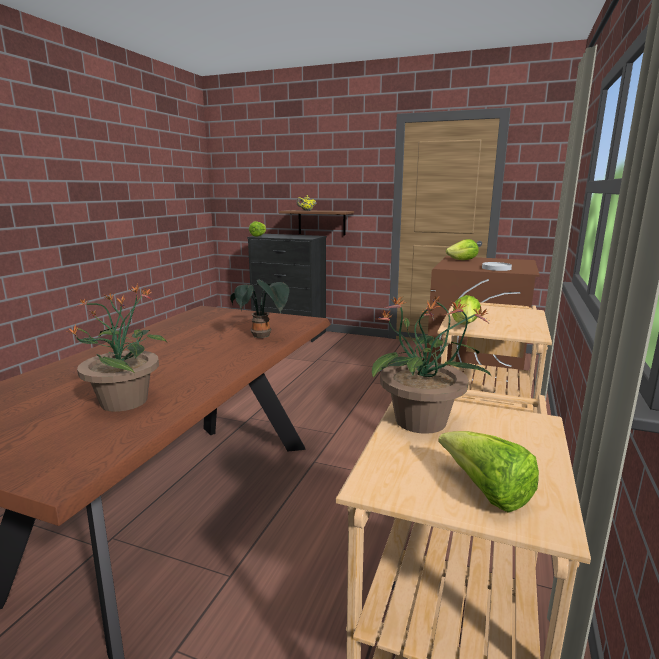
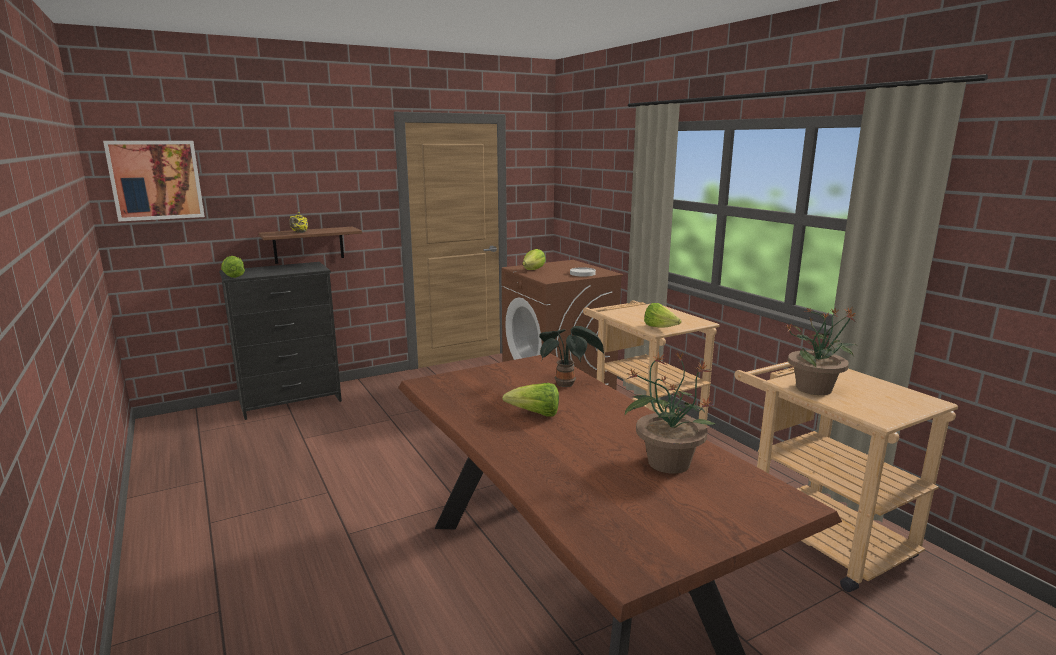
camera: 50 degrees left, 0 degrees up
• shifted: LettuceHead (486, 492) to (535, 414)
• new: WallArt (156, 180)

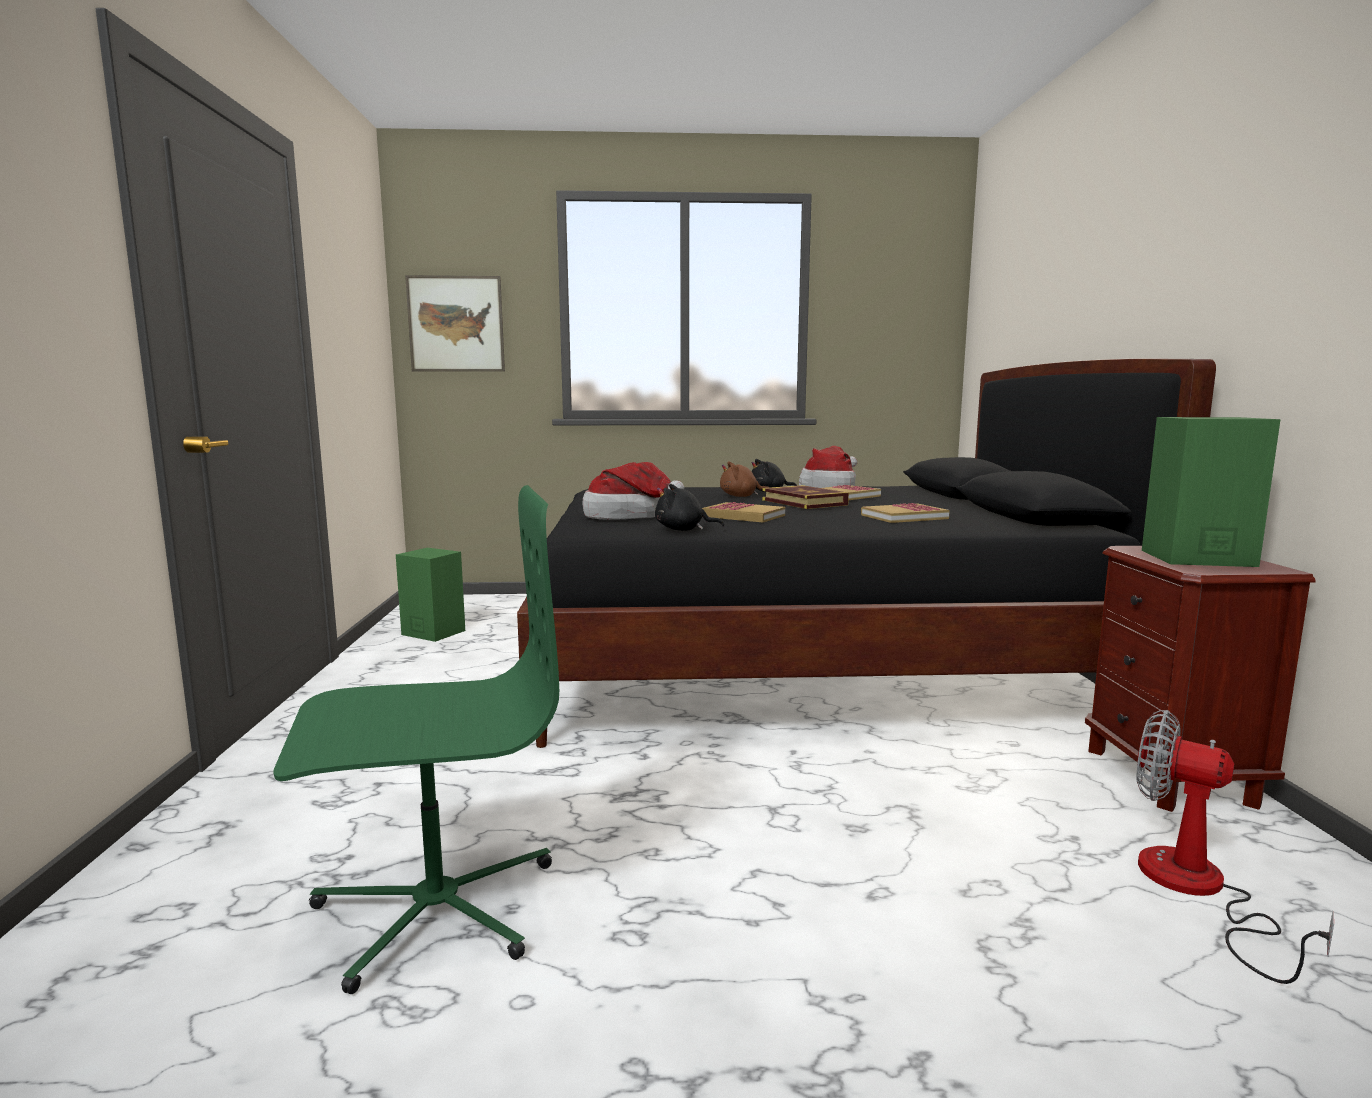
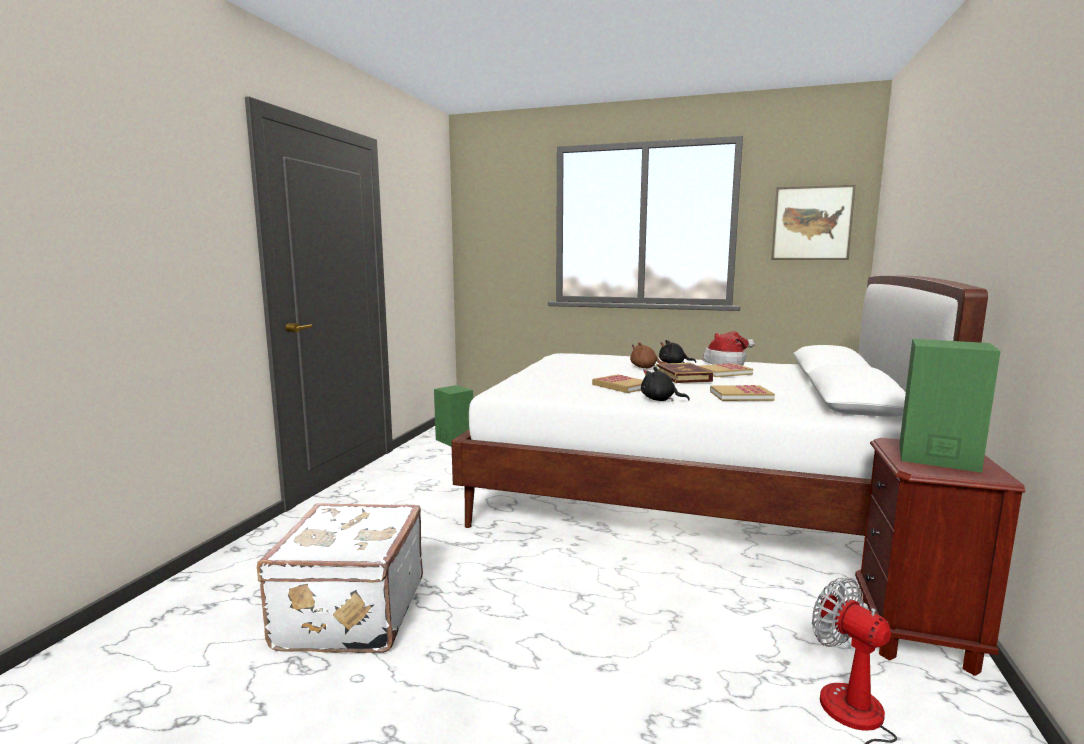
camera: 20 degrees right, 0 degrees up
• shifted: WallArt (456, 324) to (812, 223)
• repainted: BlackishBedroomBed (807, 666) to WhitishBedroomBed (683, 496)
• gone: WearableHat (629, 515)
• shifted: BlackishSoftToy (683, 530) to (660, 400)
• swapped: GreenishOfficeChair (435, 906) to WhitishSuitcase (349, 613)

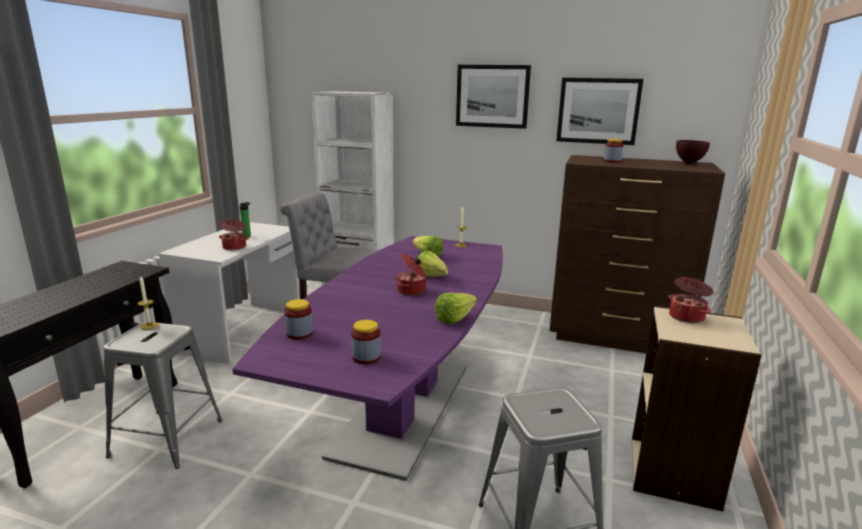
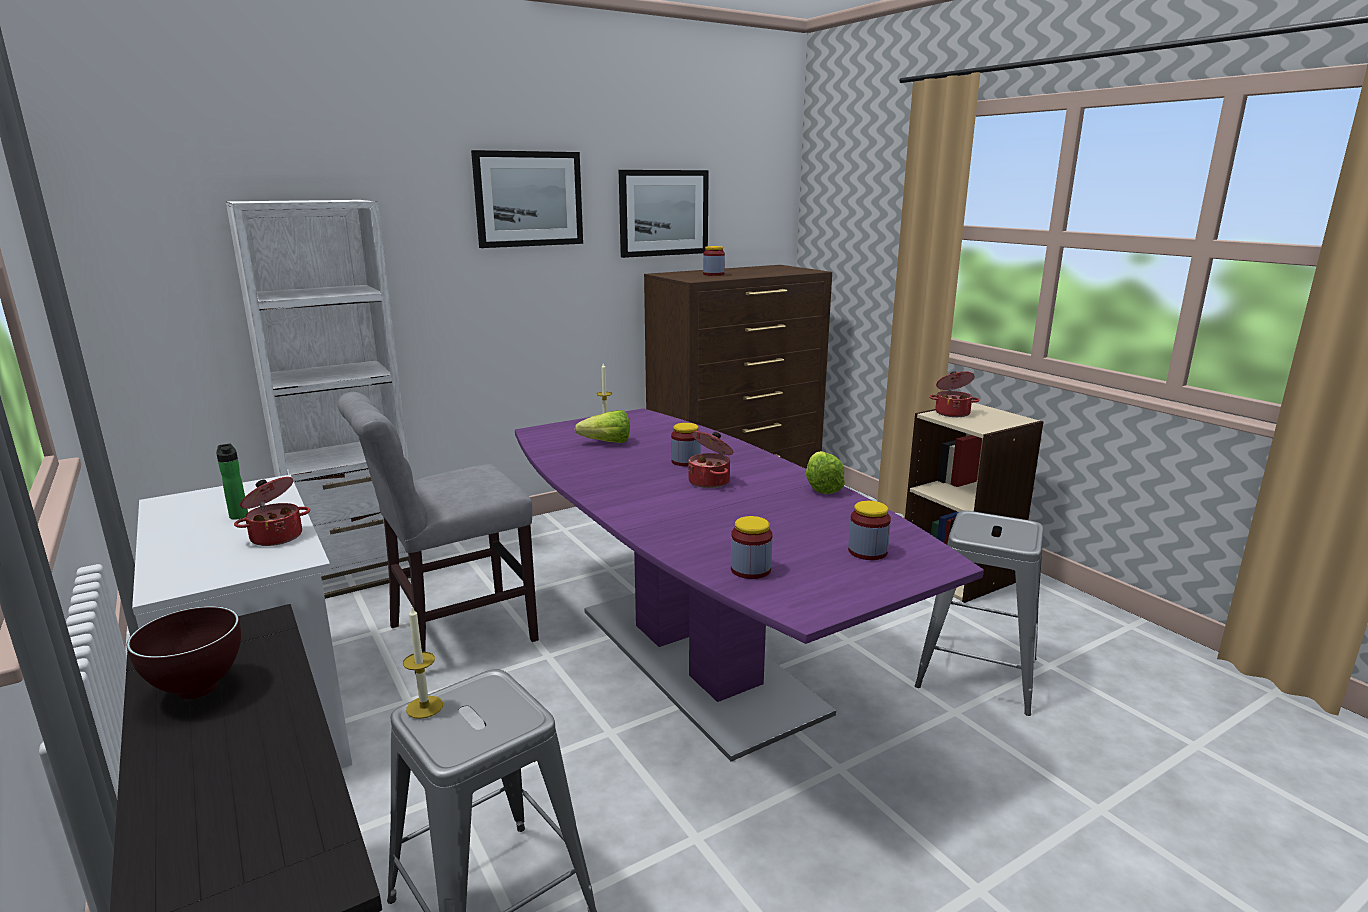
camera: 50 degrees left, 0 degrees up
• shifted: BrownishServingBowl (690, 164) to (200, 690)
• swapped: LettuceHead (433, 277) to PreserveJar (685, 461)

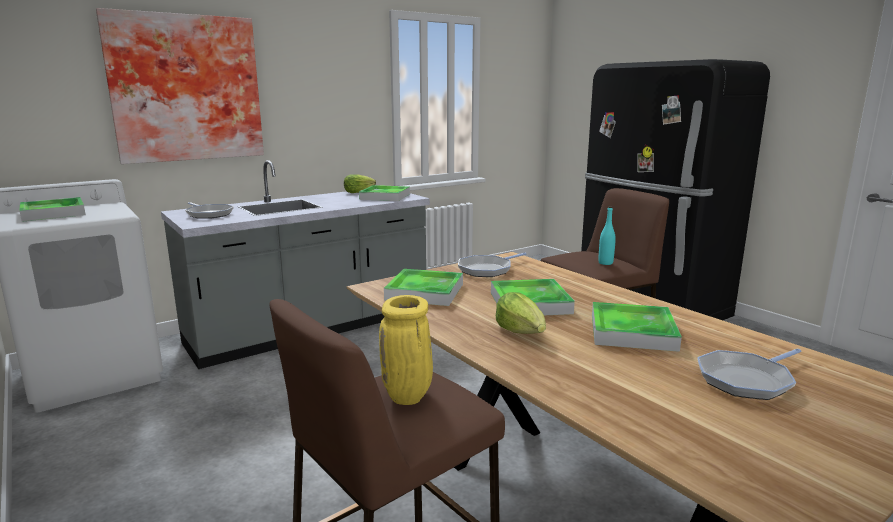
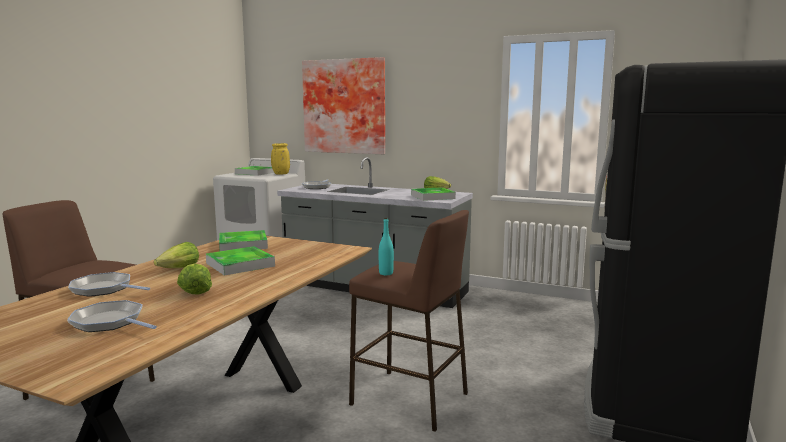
camera: 60 degrees right, 5 degrees down
• shifted: Pan (487, 269) to (104, 289)
• shifted: YellowColouredVase (408, 397) to (280, 174)
• swapped: Tray (632, 332) to LettuceHead (194, 291)

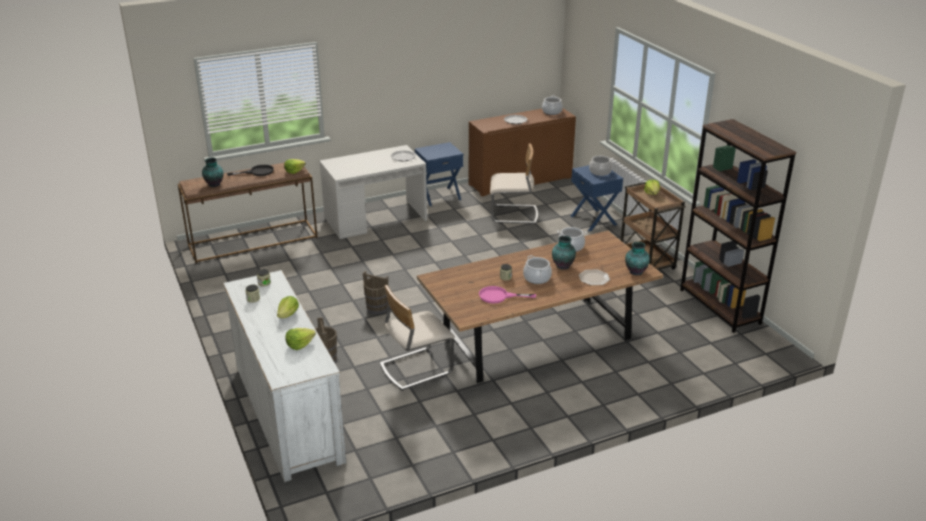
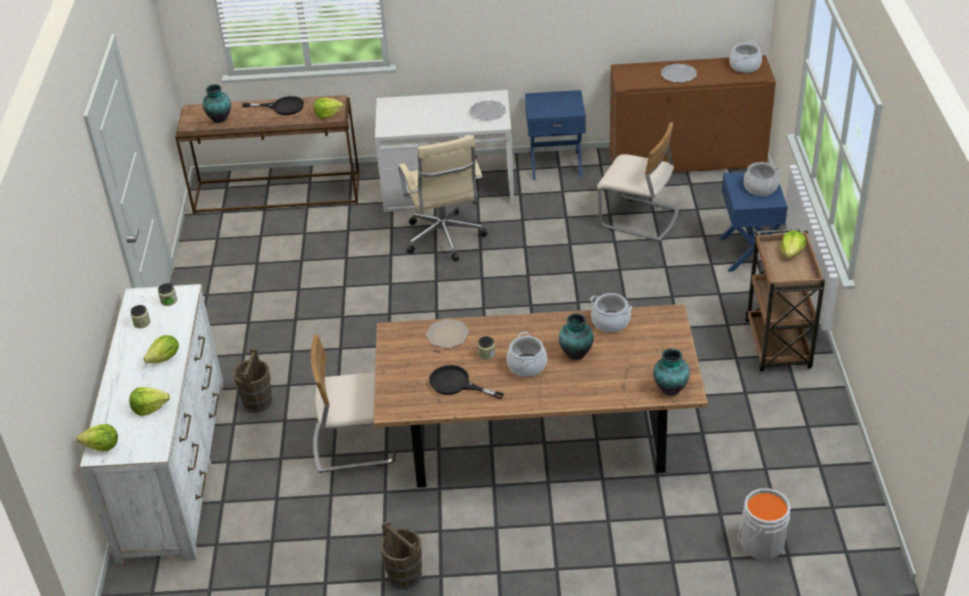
camera: 25 degrees right, 10 degrees up
• gone: BrownishBookshelf (720, 306)
• shifted: Plate (593, 278) to (447, 334)
• shifted: BrownishWaterBucket (377, 308) to (405, 575)
• repainted: PinkPan (499, 296) to BlackishPan (456, 384)
• new: BeigeOfficeChair (445, 240)
• new: LettuceHead (101, 446)
• new: GreyWaterBucket (759, 542)

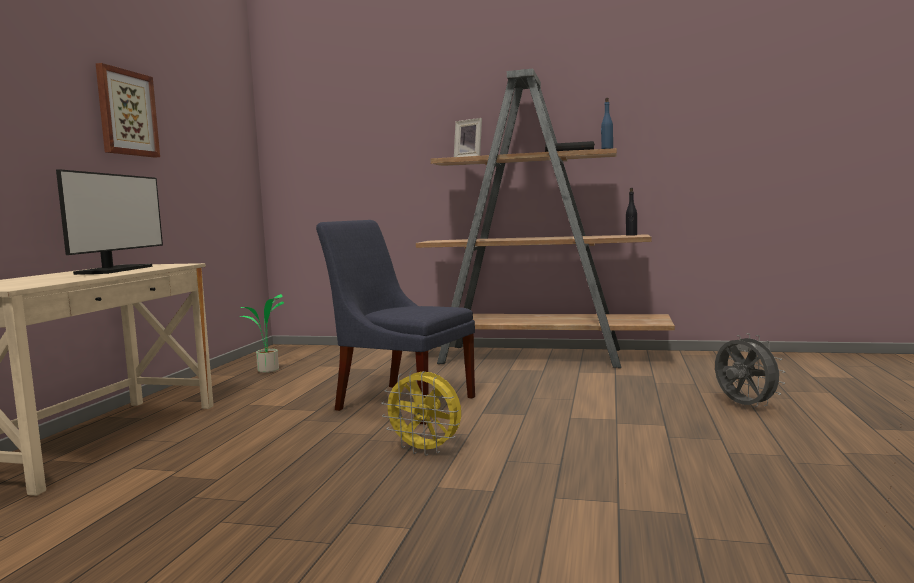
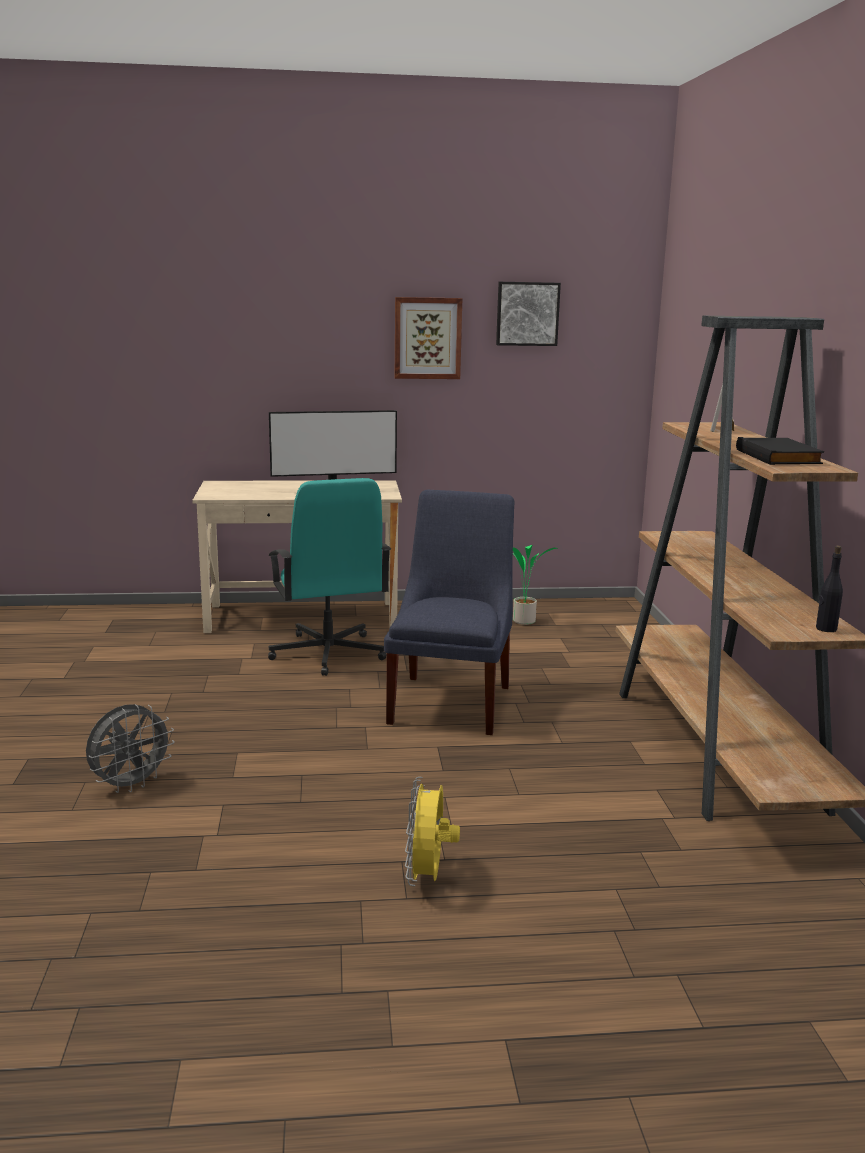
camera: 70 degrees right, 10 degrees up
• gone: BlueColouredBottle (607, 148)
• shifted: GreyCoolingFan (744, 406) to (131, 785)
• shifted: YellowColouredCoolingFan (426, 450) to (428, 877)
• new: WallArt (527, 313)
• new: TurquoiseOfficeChair (328, 654)

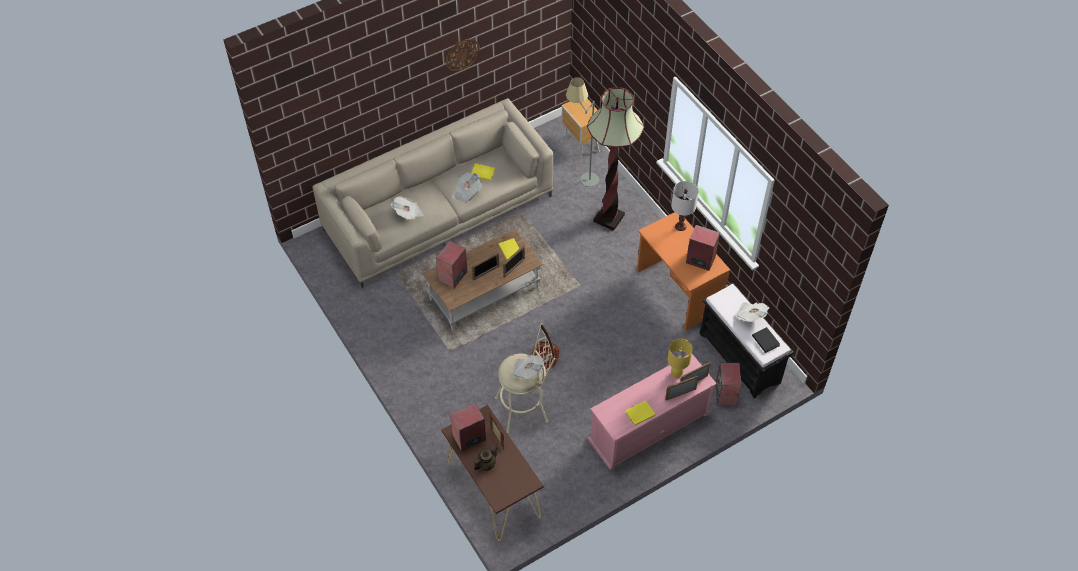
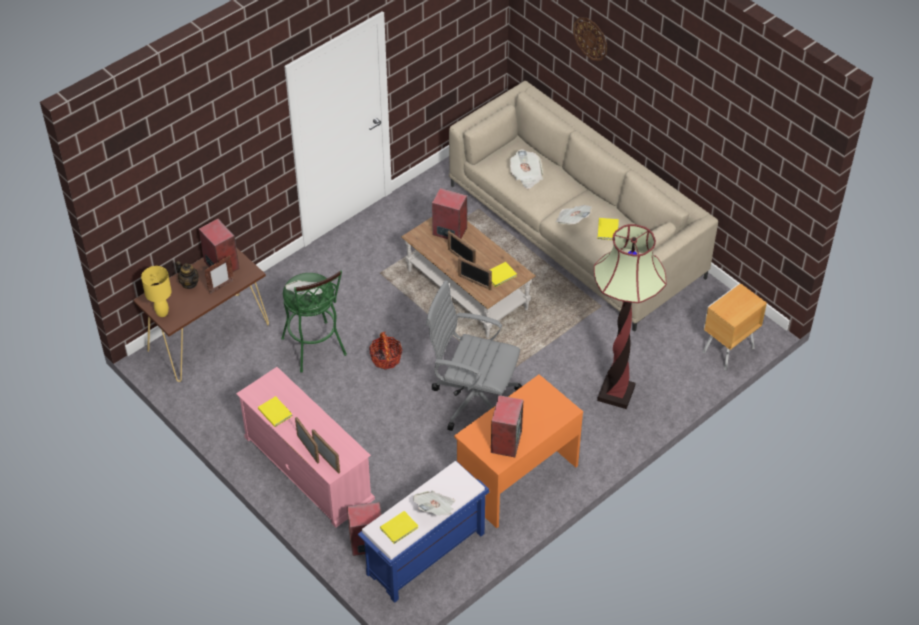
camera: 80 degrees right, 5 degrees down
• shifted: WallClock (462, 54) to (590, 38)
• gone: GreyStandardLamp (581, 178)
• gone: WhitishTableLamp (680, 226)
• repainted: BlackishIndoorBench (740, 358) to BlueColouredIndoorBench (425, 555)
• repainted: BeigeStoolSeat (526, 408) to GreenishStoolSeat (316, 350)
• repainted: BlackishBoundBook (765, 340) to YellowColouredBoundBook (400, 528)
• shifted: YellowColouredTableLamp (676, 373) to (162, 312)
• new: GreyOfficeChair (473, 398)

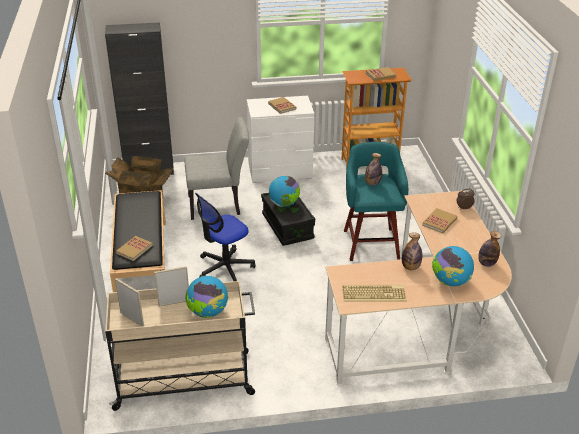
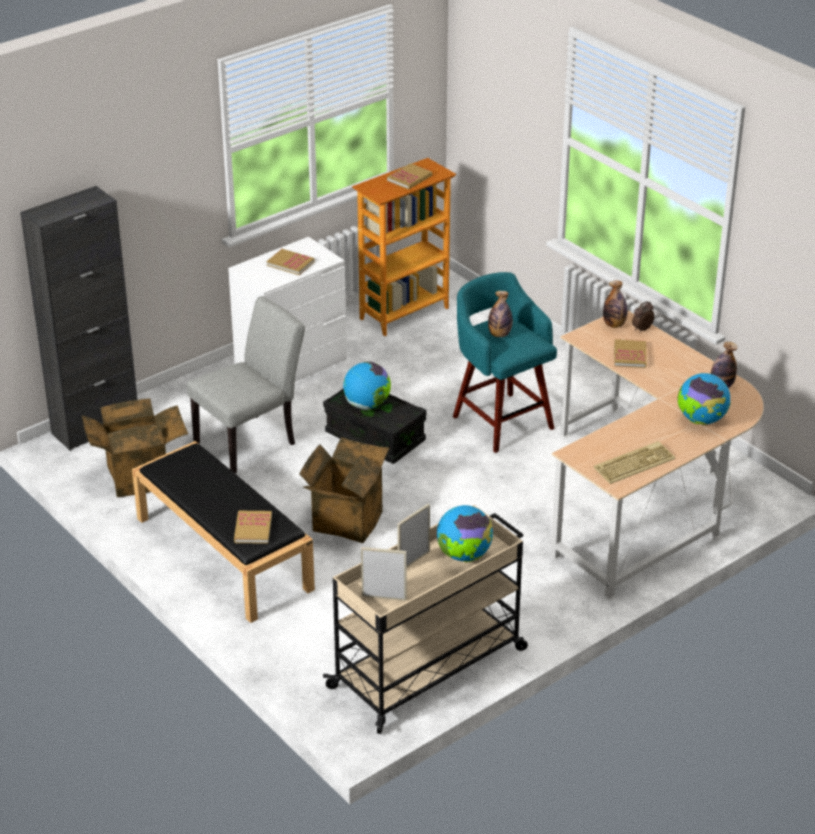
camera: 30 degrees left, 0 degrees up
• swapped: OfficeChair (225, 268) to CardboardBox (344, 519)
• shifted: Bottle (410, 267) to (614, 325)

